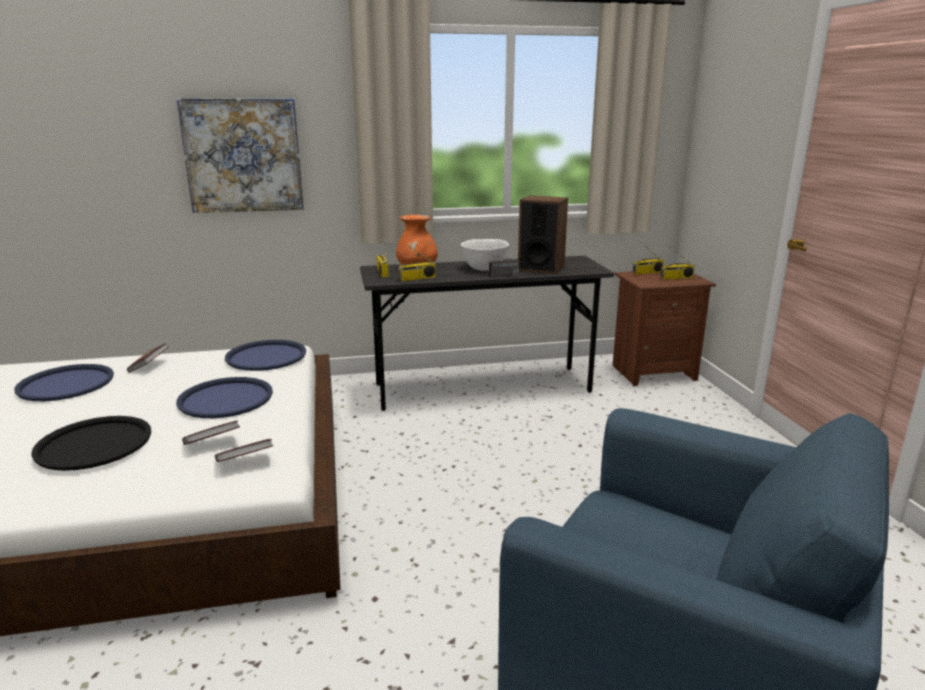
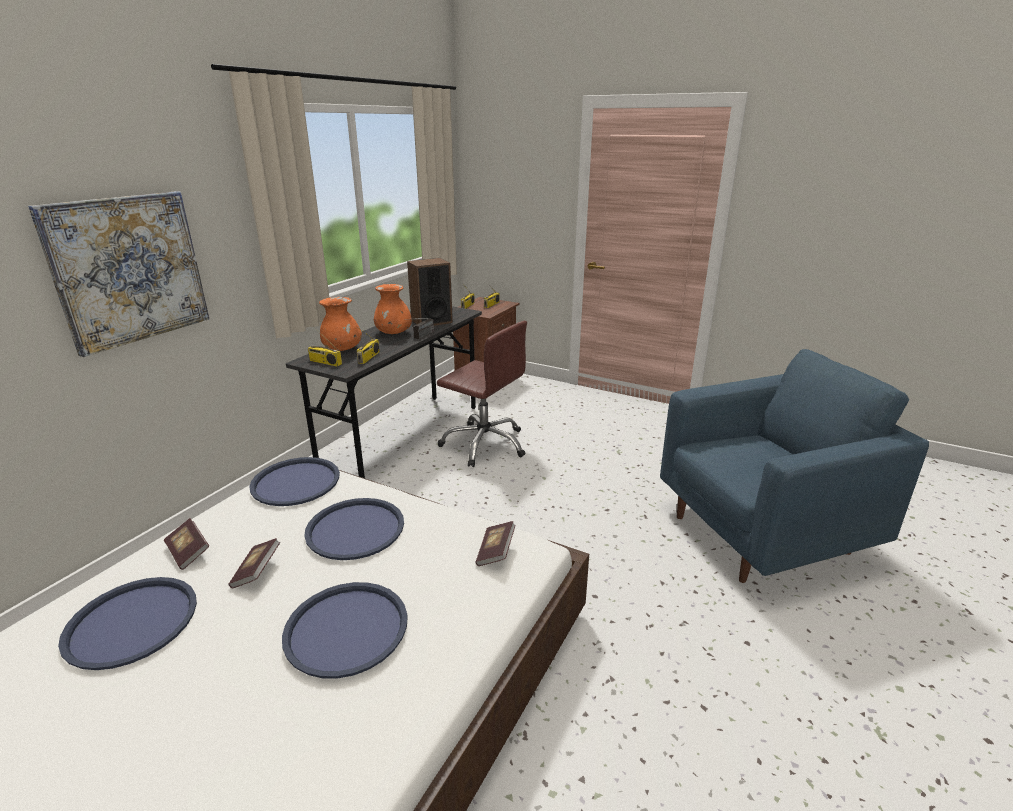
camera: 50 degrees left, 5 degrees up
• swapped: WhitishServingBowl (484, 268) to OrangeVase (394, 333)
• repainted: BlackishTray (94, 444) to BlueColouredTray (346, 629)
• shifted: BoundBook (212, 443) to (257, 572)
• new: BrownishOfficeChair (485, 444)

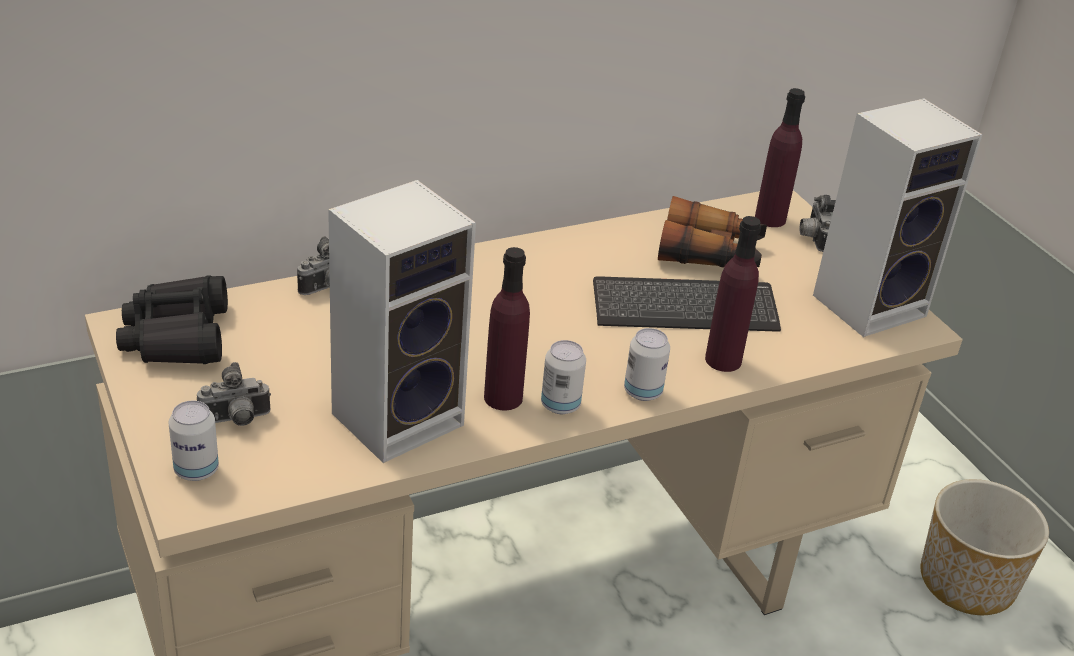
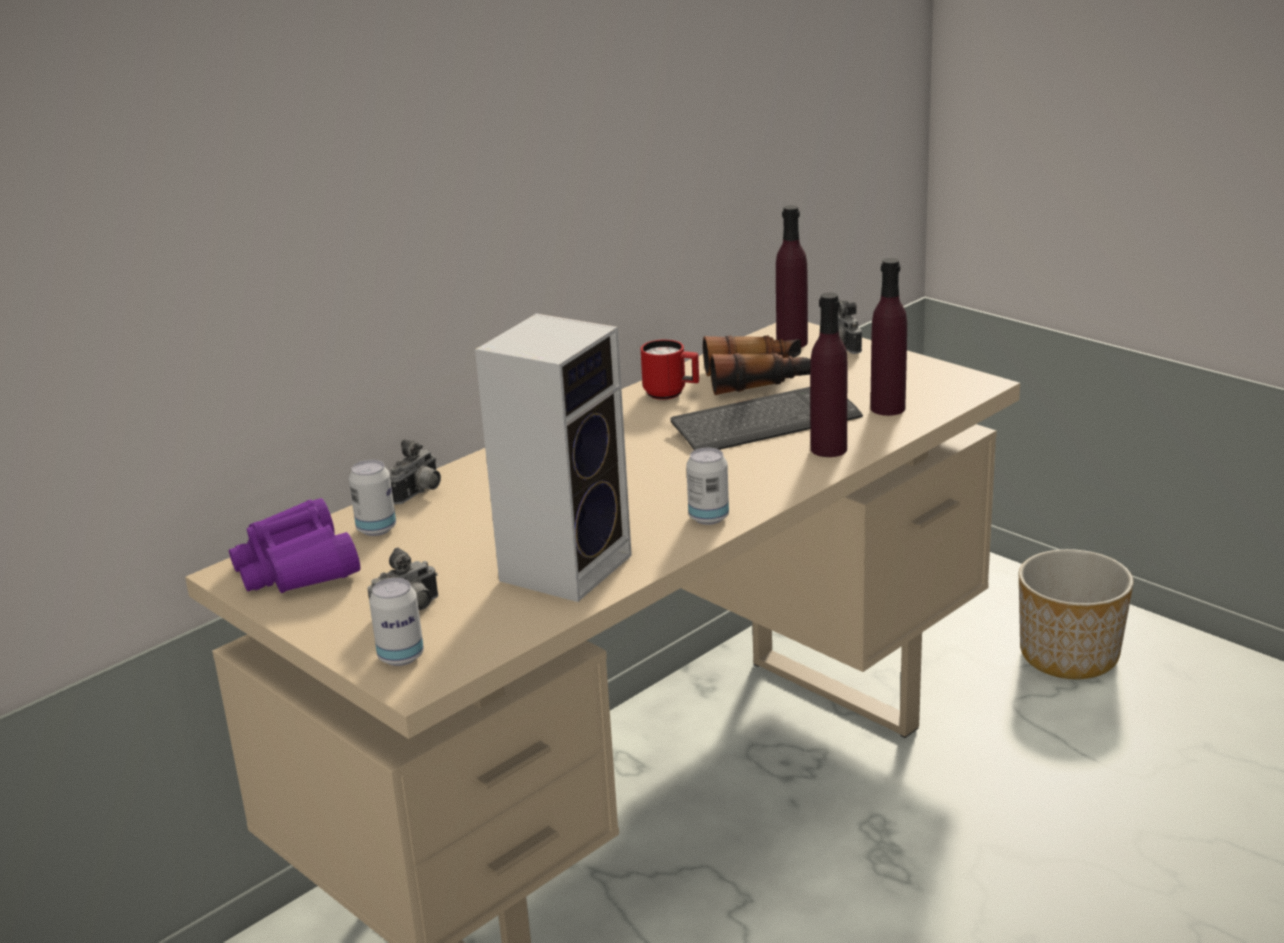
camera: 15 degrees left, 10 degrees down
• gone: Loudspeaker (871, 303)
• shifted: PurpleBottle (503, 398) to (887, 408)
• repainted: BlackishPairOfBinoculars (177, 336) to PurplePairOfBinoculars (296, 567)
• shifted: Can (642, 392) to (376, 529)
• new: RedTeaMug (671, 394)

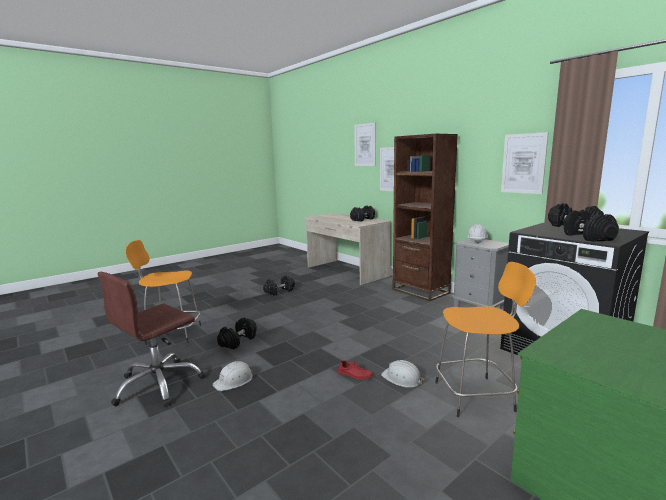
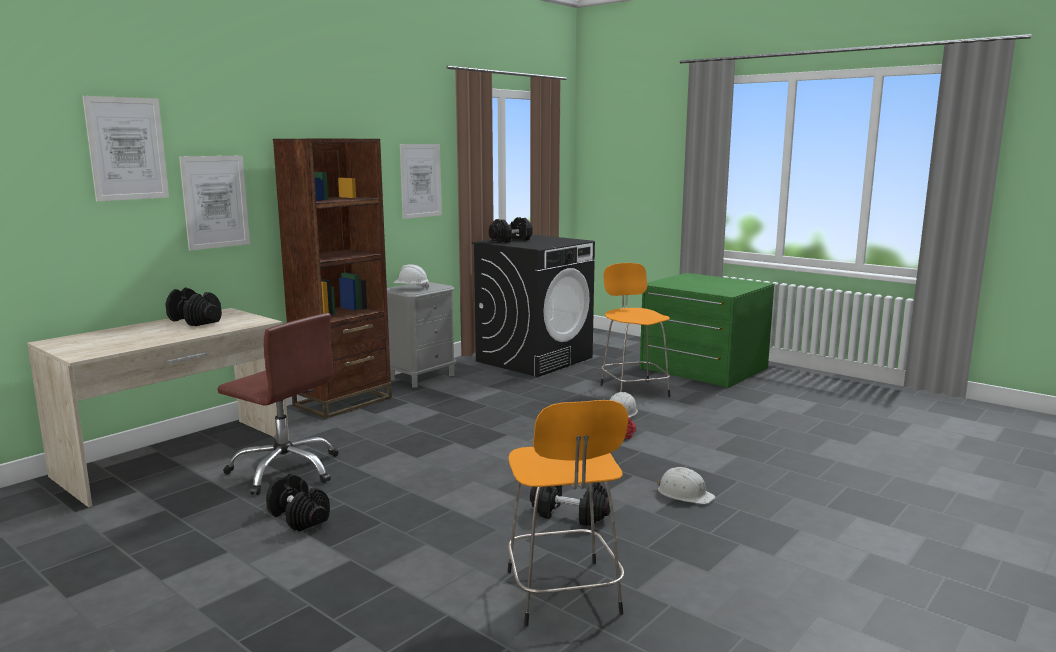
camera: 100 degrees left, 0 degrees up
• gone: BlackishFreeWeight (587, 237)
• shifted: BrownishOfficeChair (159, 384) to (285, 470)

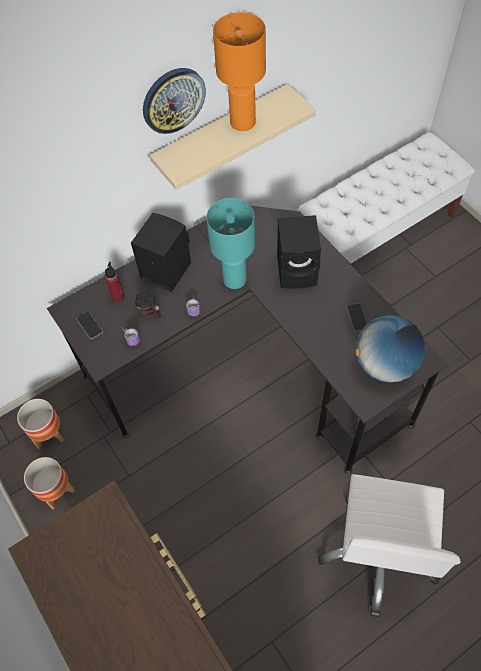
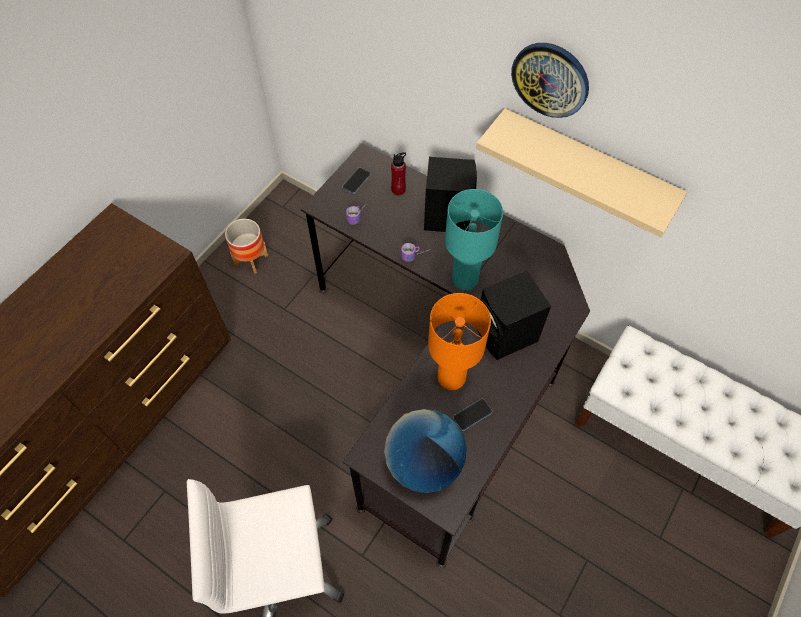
camera: 65 degrees right, 0 degrees up
• shifted: OrangeTableLamp (243, 123) to (451, 378)
• gone: TeaMug (150, 312)
• gone: FlowerPot (48, 433)

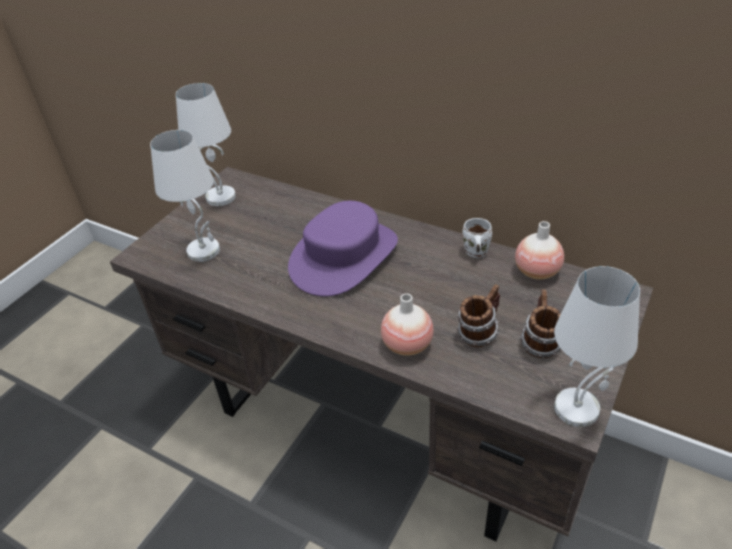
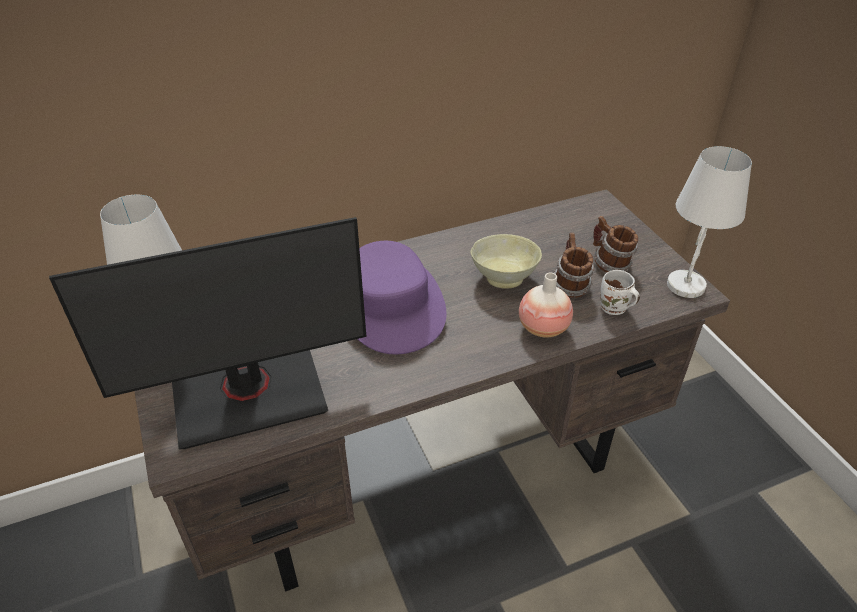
camera: 55 degrees left, 0 degrees up
• swapped: WhitishTableLamp (204, 251) to ComputerDisplay (248, 394)
• shifted: WhitishTeaMug (474, 252) to (614, 309)
• gone: Vase (537, 272)
• new: BeigeServingBowl (504, 277)

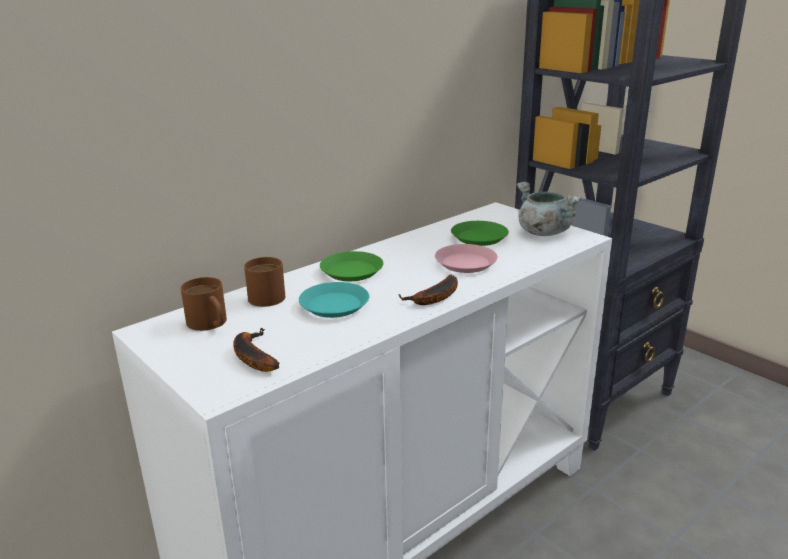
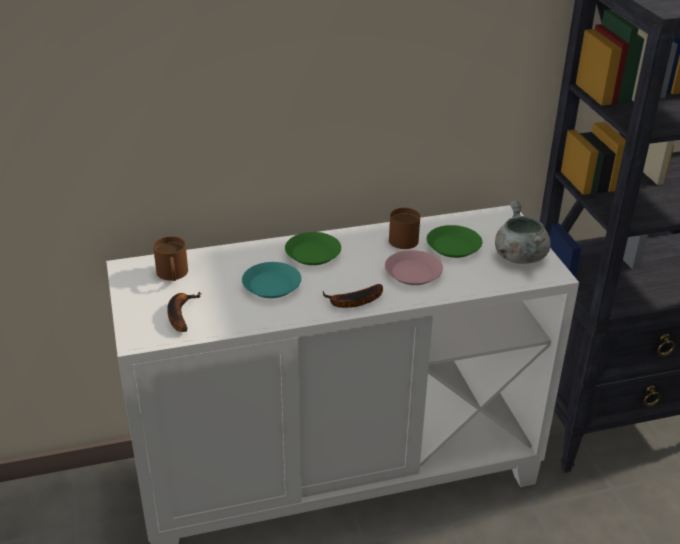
camera: 25 degrees right, 10 degrees up
• shifted: BrownishTeaMug (263, 295) to (402, 237)

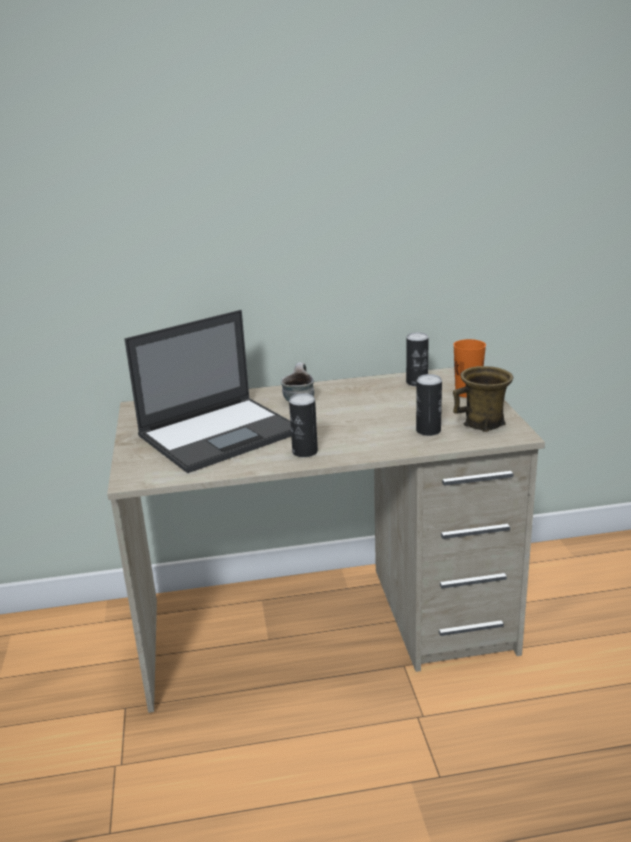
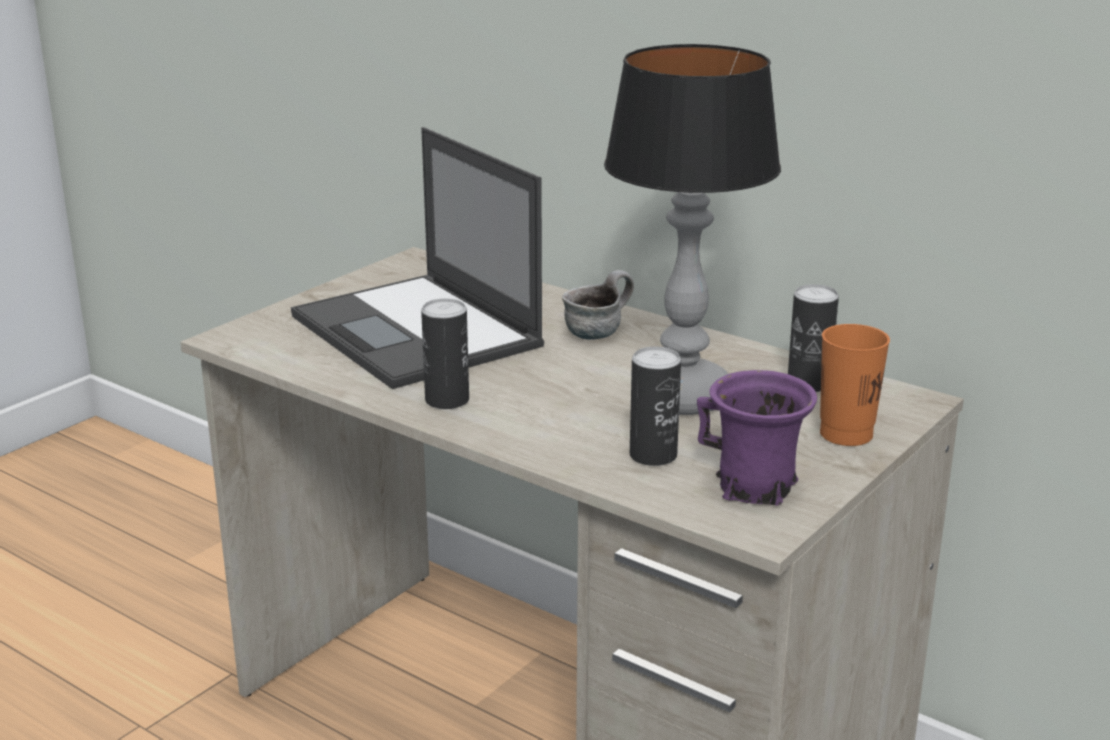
camera: 45 degrees right, 0 degrees up
• rotated: Laptop (221, 433) = (418, 332) 45 degrees clockwise
• repainted: BrownishTeaMug (484, 423) to PurpleTeaMug (755, 488)
• new: TableLamp (682, 396)

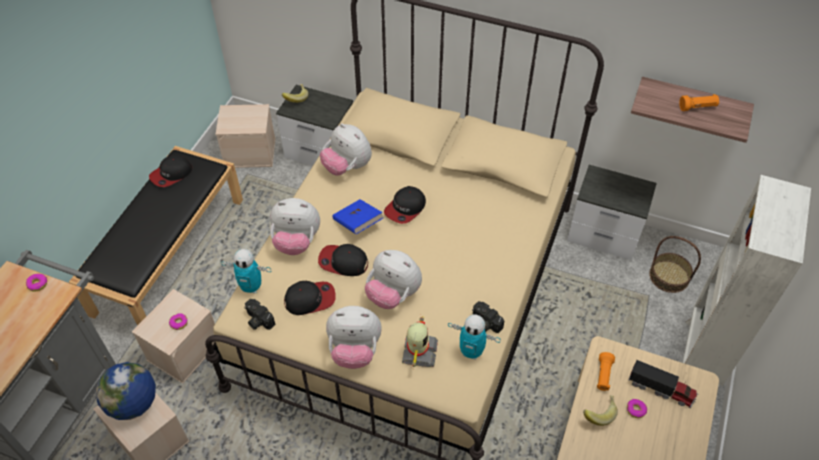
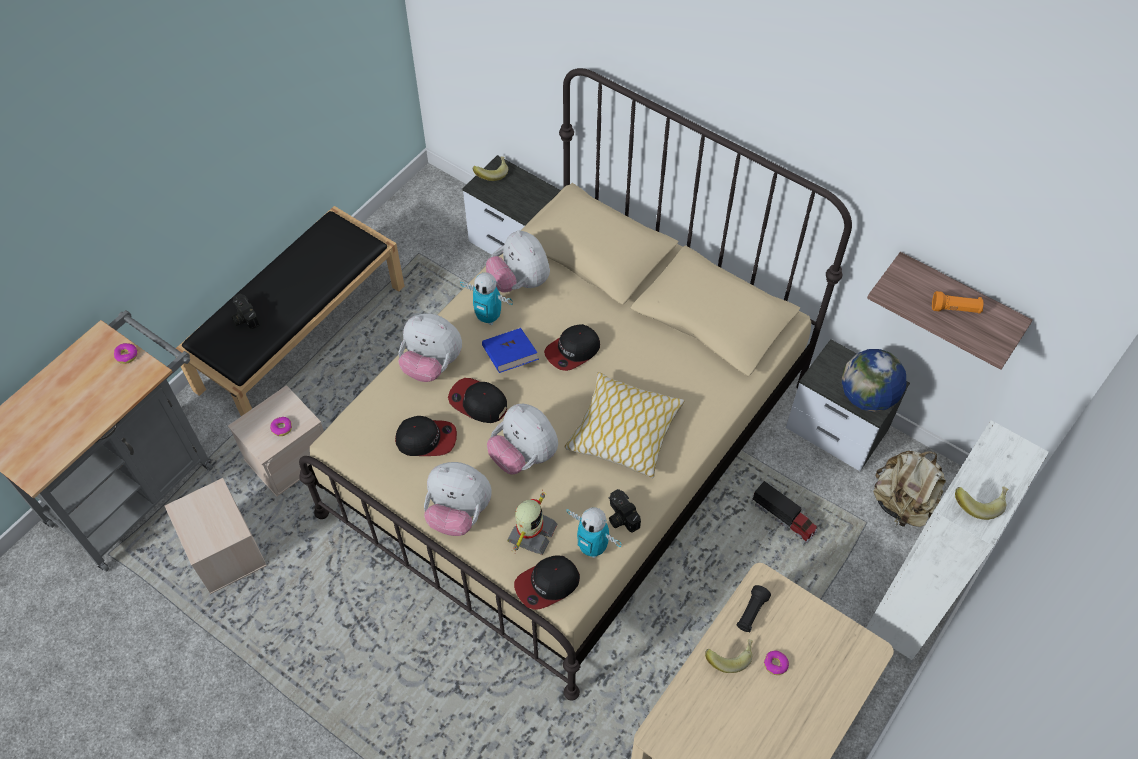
camera: 15 degrees right, 5 degrees up
• gone: BeigeStorageBox (251, 152)
• shifted: PeakedCap (171, 174) to (547, 584)
• swapped: StorageBasket (669, 276) to BeigeKnapsack (902, 503)
• shifted: ToyRobot (251, 287) to (488, 317)
• shifted: PhotoCamera (258, 320) to (244, 317)
• repainted: OrangeTorch (603, 375) to BlackishTorch (751, 613)
• shifted: ToyTruck (661, 389) to (784, 517)
• shifted: DeskGlobe (133, 403) to (867, 397)
• new: Cushion (624, 432)
• new: WholeBanana (978, 503)

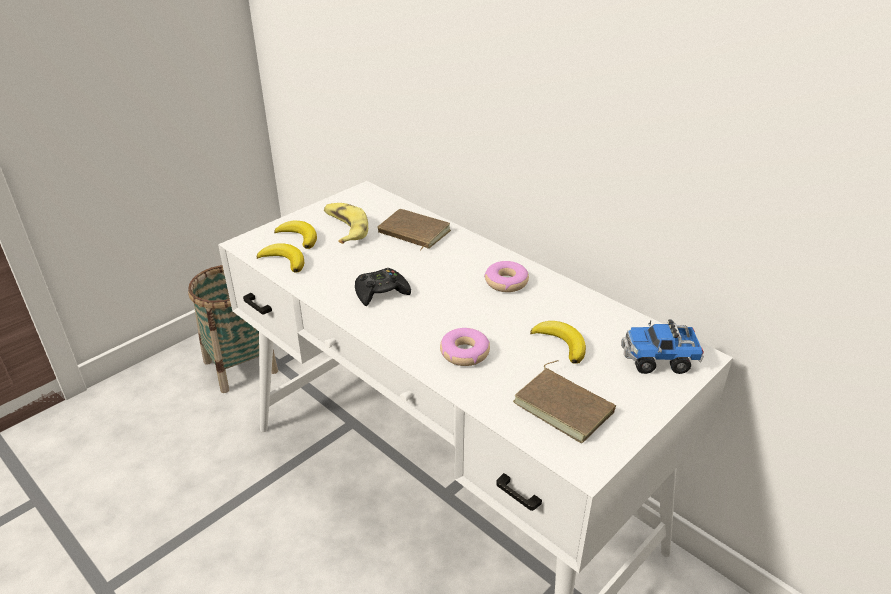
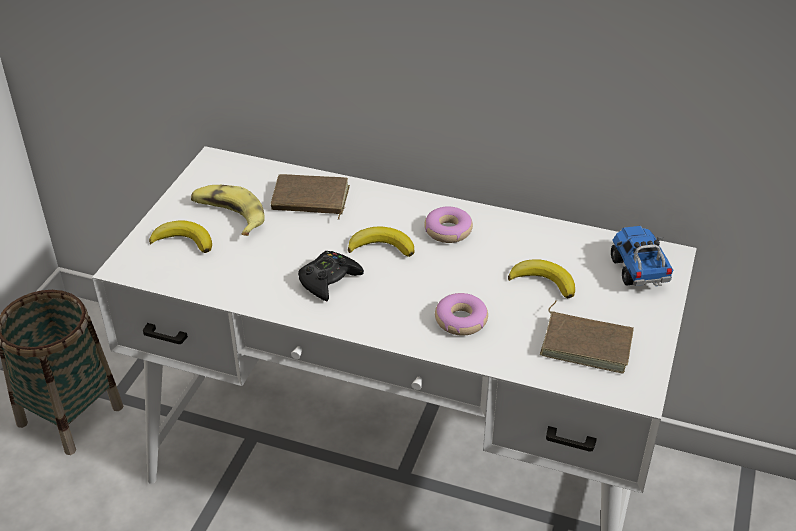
camera: 25 degrees left, 5 degrees up
• shifted: WholeBanana (284, 261) to (381, 246)
• rotated: ToyTruck (659, 360) = (638, 270) 105 degrees clockwise

